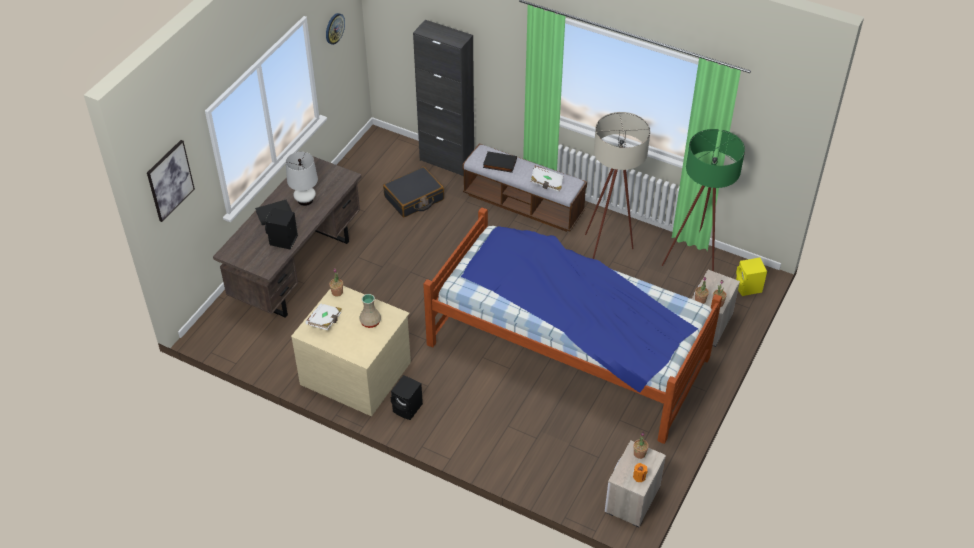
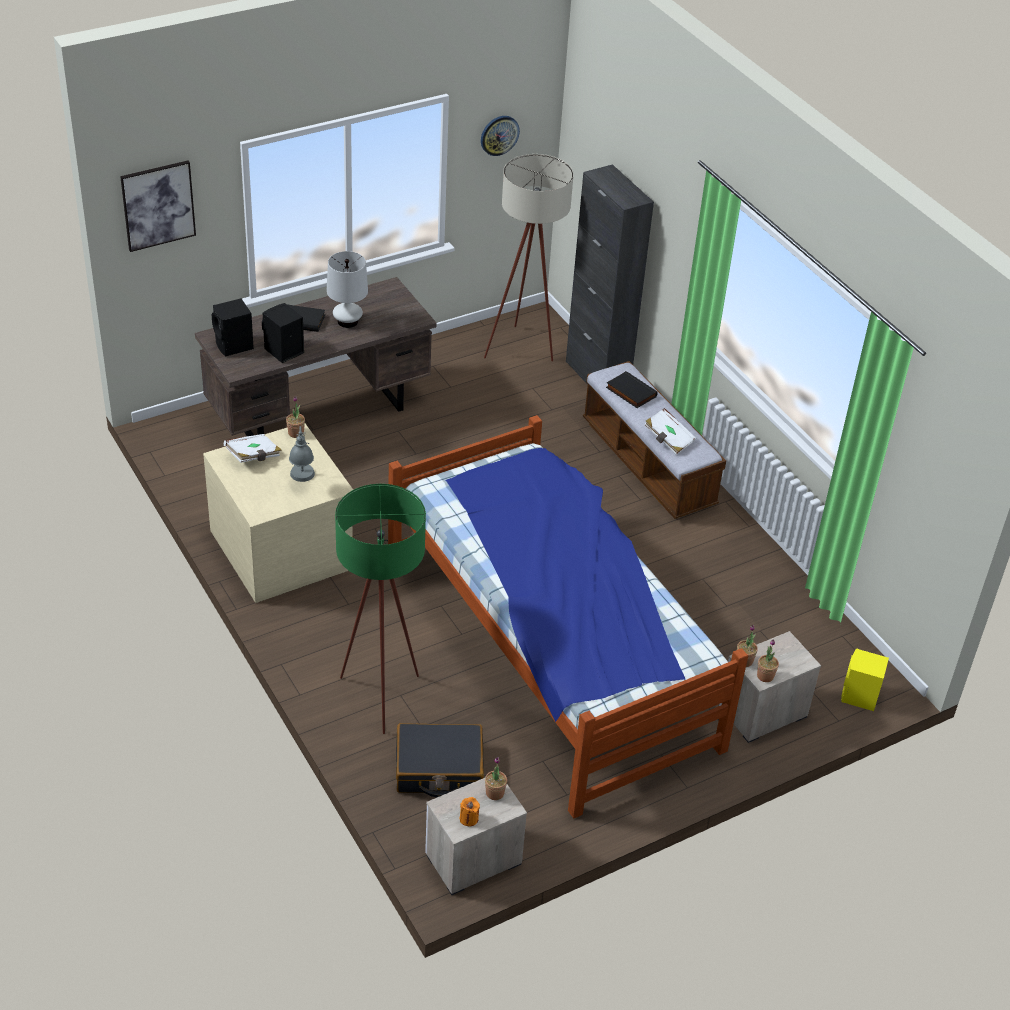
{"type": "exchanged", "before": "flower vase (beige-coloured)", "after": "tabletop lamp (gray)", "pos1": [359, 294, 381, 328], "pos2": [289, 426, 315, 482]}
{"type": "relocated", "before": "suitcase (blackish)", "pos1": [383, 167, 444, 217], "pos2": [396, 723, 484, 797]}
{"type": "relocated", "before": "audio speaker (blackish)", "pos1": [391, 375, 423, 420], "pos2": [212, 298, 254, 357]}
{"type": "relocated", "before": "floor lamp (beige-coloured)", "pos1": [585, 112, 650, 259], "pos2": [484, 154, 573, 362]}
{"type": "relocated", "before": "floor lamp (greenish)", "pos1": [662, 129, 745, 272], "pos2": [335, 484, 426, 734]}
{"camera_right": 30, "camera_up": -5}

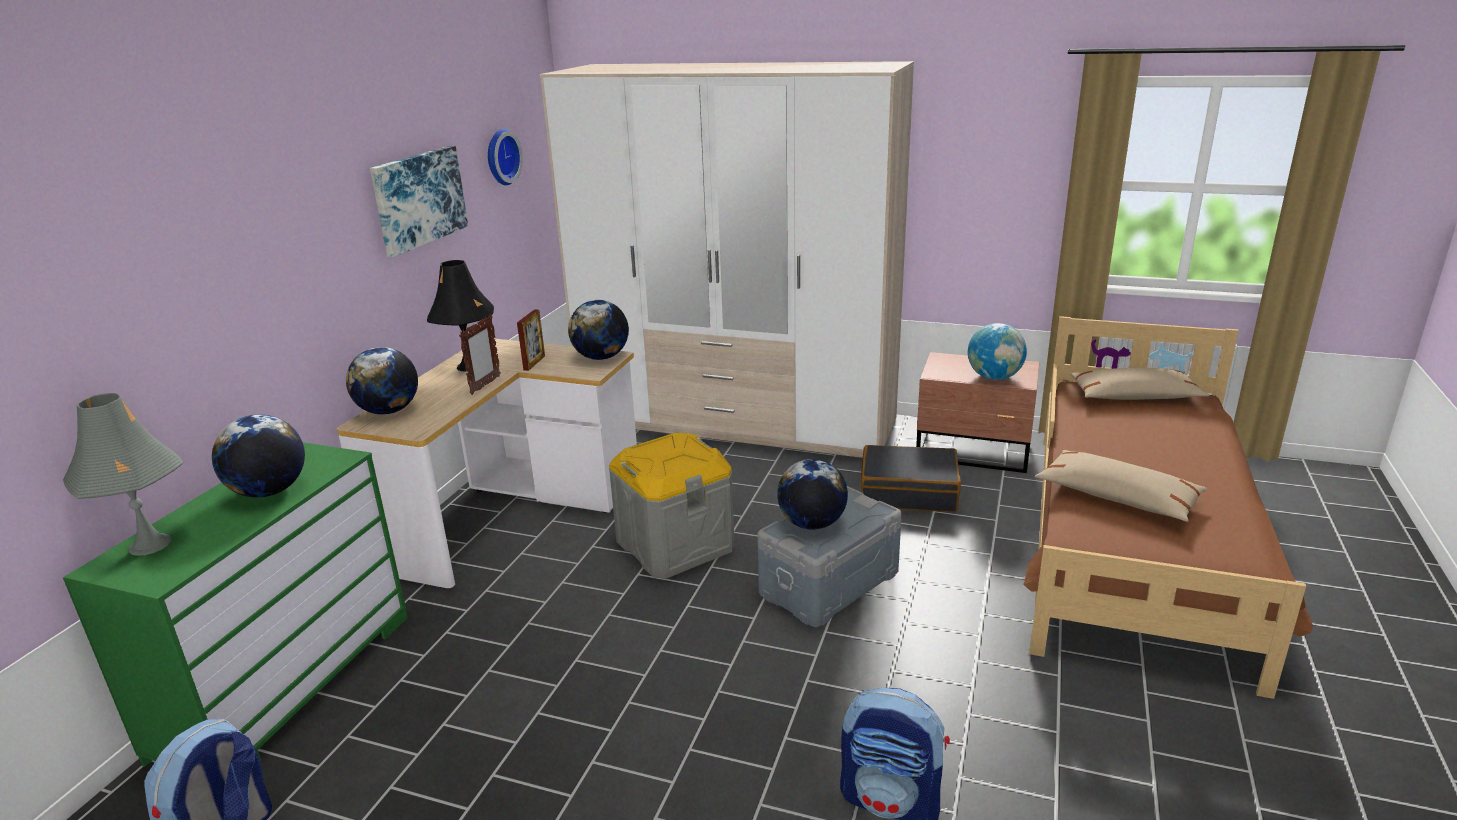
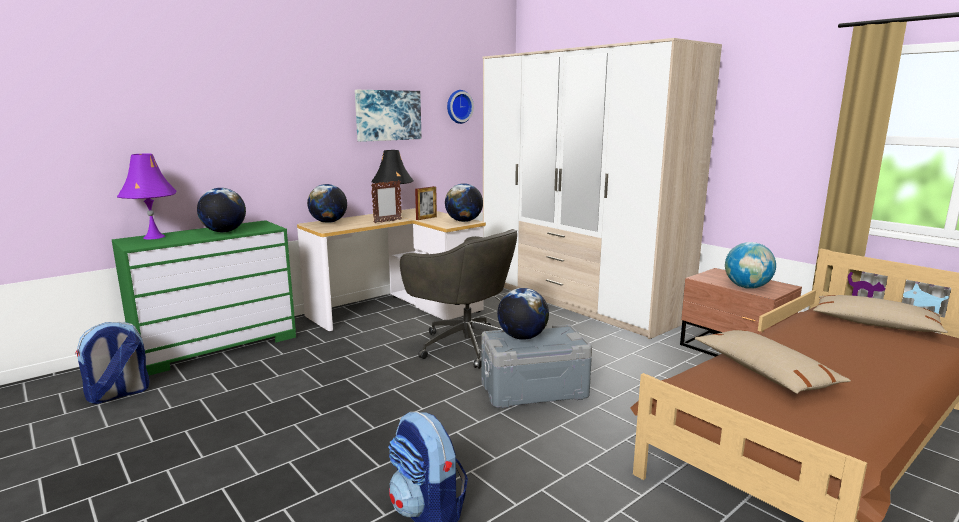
{"type": "colour", "before": "tabletop lamp (gray)", "after": "tabletop lamp (purple)", "pos1": [63, 393, 183, 556], "pos2": [117, 154, 177, 239]}
{"type": "exchanged", "before": "storage bin (gray)", "after": "office chair (gray)", "pos1": [609, 433, 734, 579], "pos2": [400, 229, 517, 369]}
{"type": "missing", "before": "suitcase (blackish)", "pos1": [861, 445, 961, 512]}
{"camera_right": 30, "camera_up": -10}

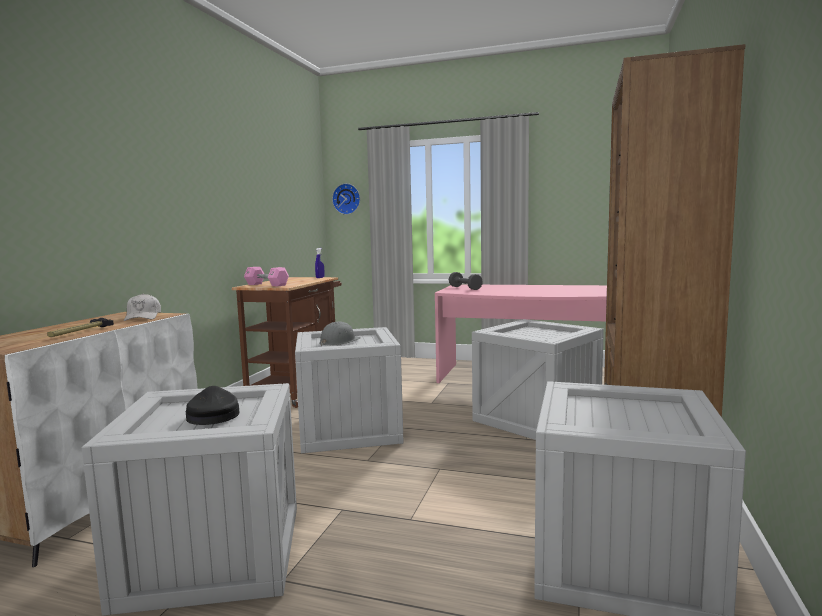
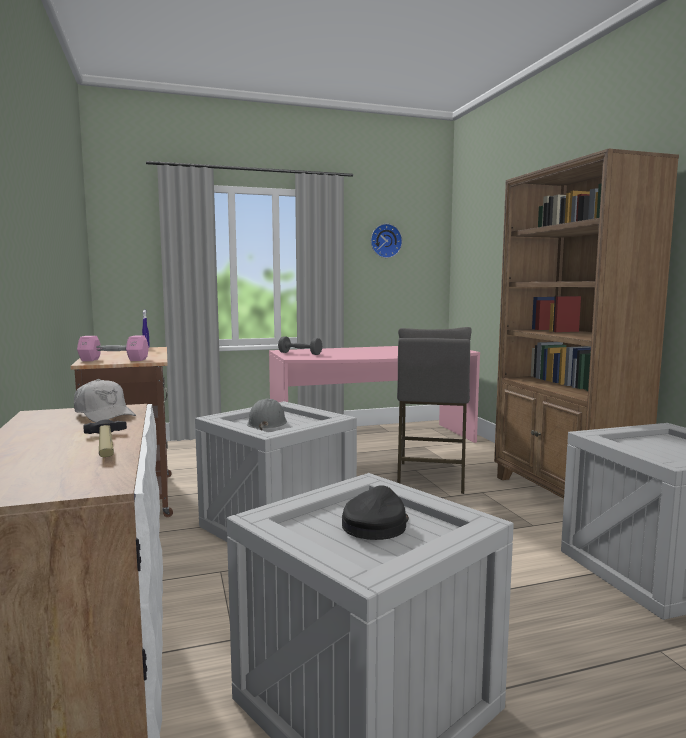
{"type": "spun", "before": "peaked cap (blackish)", "pos1": [186, 386, 239, 425], "pos2": [342, 485, 409, 540], "turn": 75}
{"type": "relocated", "before": "clock on the wall", "pos1": [332, 183, 360, 215], "pos2": [371, 224, 402, 258]}
{"type": "exchanged", "before": "crate", "after": "stool (gray)", "pos1": [472, 319, 604, 440], "pos2": [397, 327, 471, 494]}
{"camera_right": -35, "camera_up": 0}

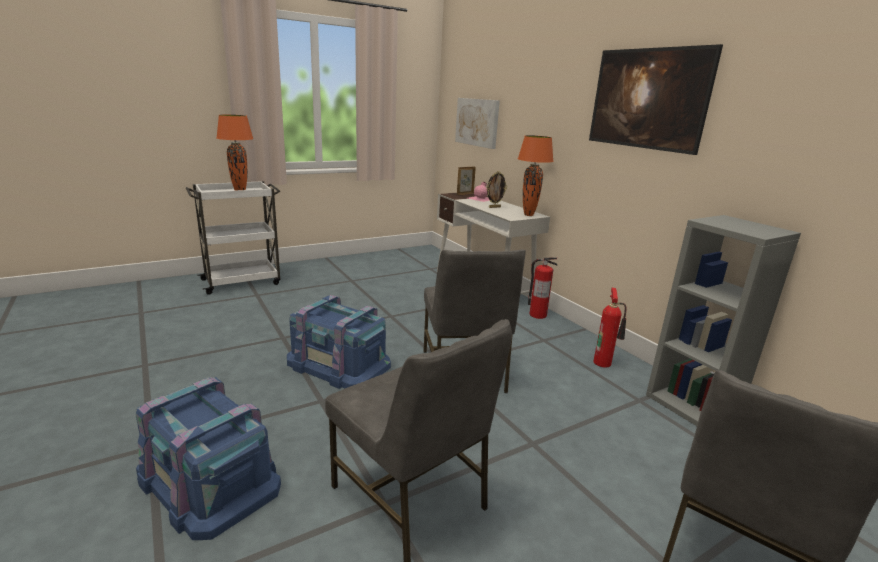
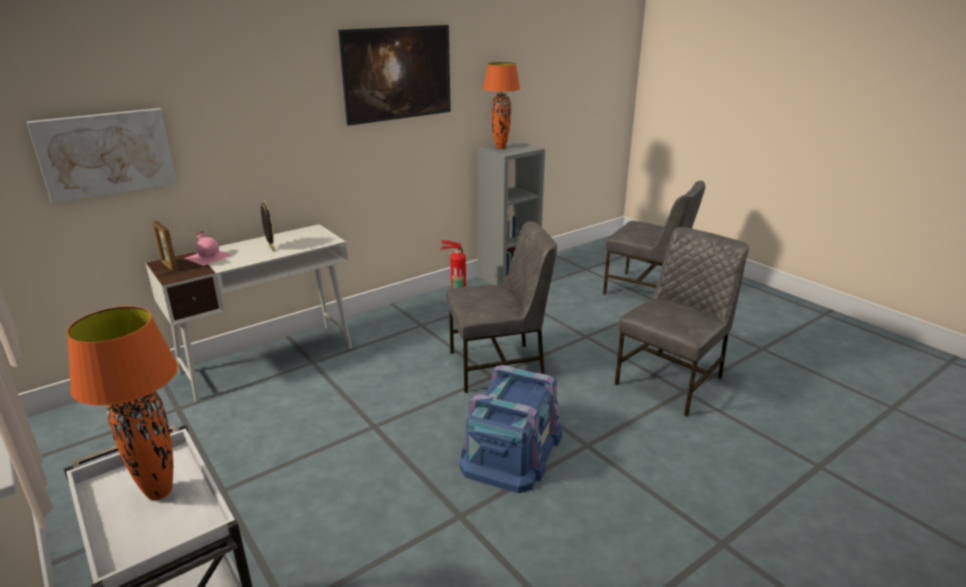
{"type": "missing", "before": "storage bin (bluish)", "pos1": [136, 377, 281, 540]}
{"type": "relocated", "before": "tabletop lamp (orange)", "pos1": [518, 135, 554, 216], "pos2": [483, 62, 520, 149]}
{"type": "missing", "before": "extinguisher", "pos1": [528, 257, 557, 319]}
{"camera_right": -95, "camera_up": 5}

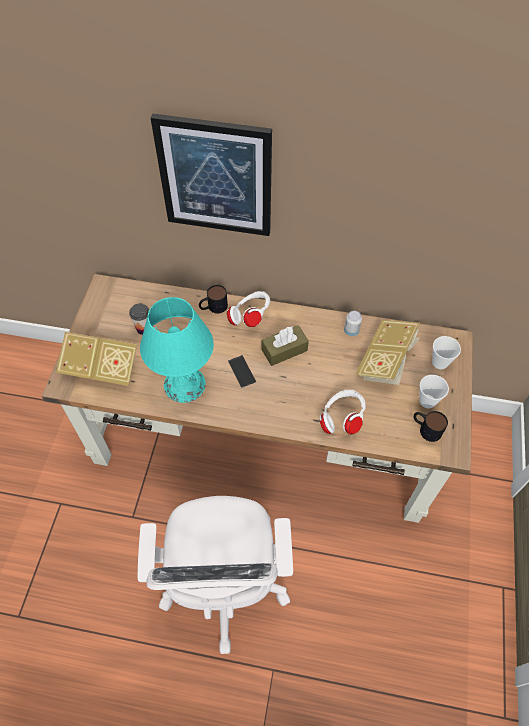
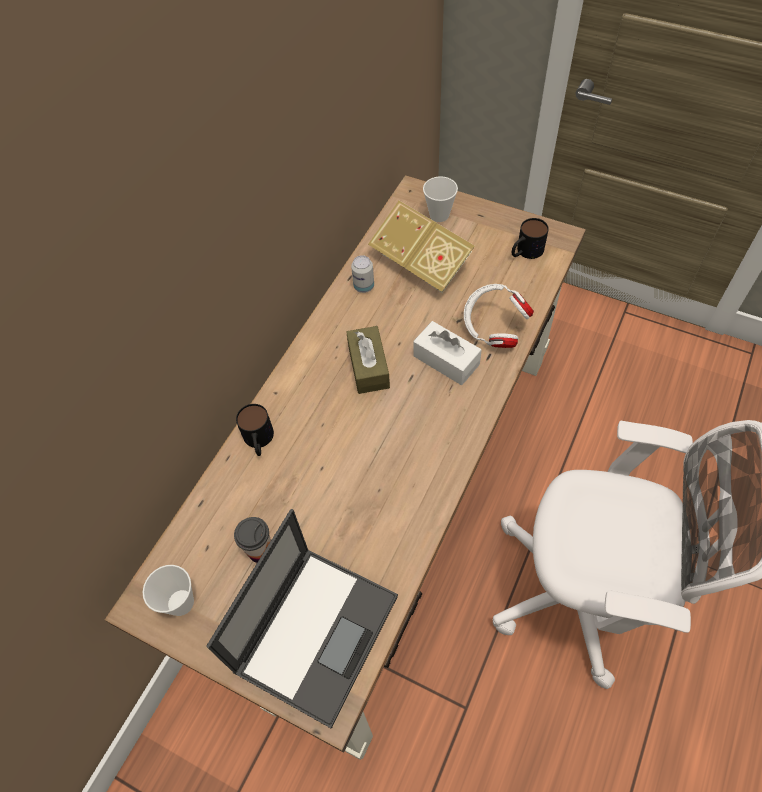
{"type": "exchanged", "before": "volume", "after": "portable computer", "pos1": [56, 332, 137, 386], "pos2": [206, 509, 398, 728]}
{"type": "missing", "before": "tabletop lamp (blue-green)", "pos1": [140, 297, 214, 403]}
{"type": "missing", "before": "wall art", "pos1": [151, 113, 272, 236]}
{"type": "missing", "before": "headphones (whitish)", "pos1": [227, 291, 270, 327]}
{"type": "missing", "before": "phone", "pos1": [228, 355, 256, 388]}
{"type": "relocated", "before": "cup", "pos1": [420, 375, 449, 408], "pos2": [142, 565, 194, 616]}
{"type": "appeared", "after": "tissue box (whitish)", "pos2": [413, 321, 482, 385]}
{"camera_right": -70, "camera_up": 0}

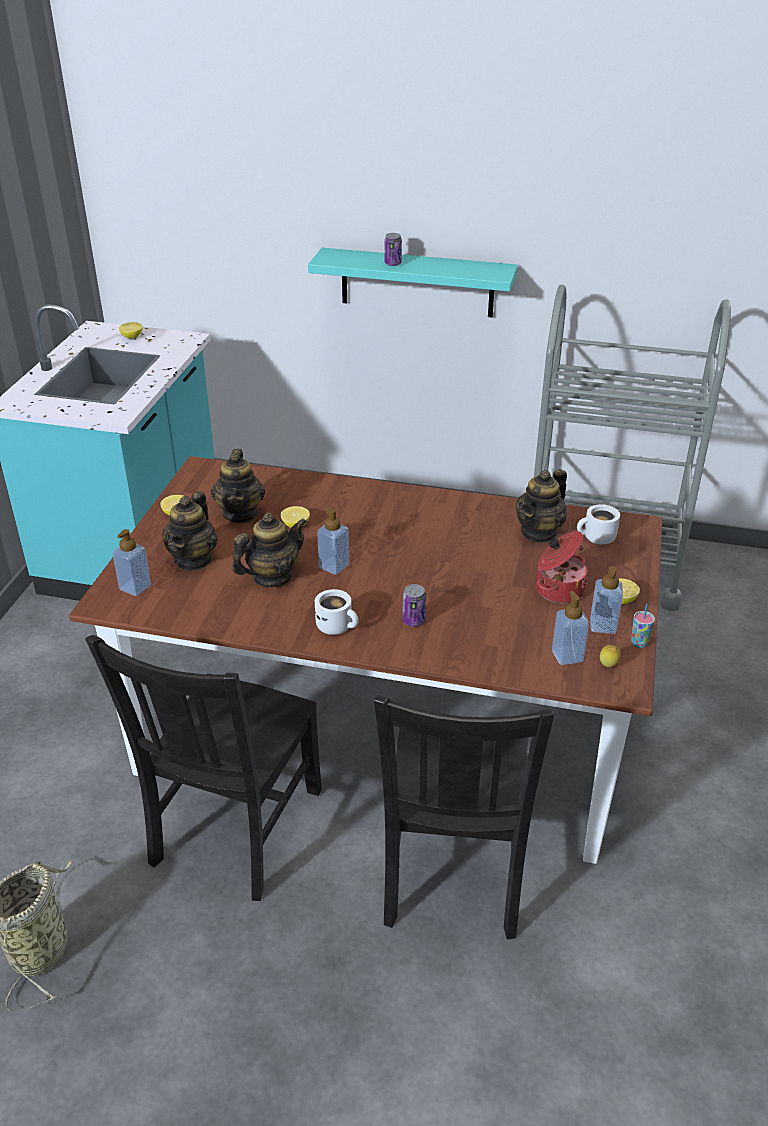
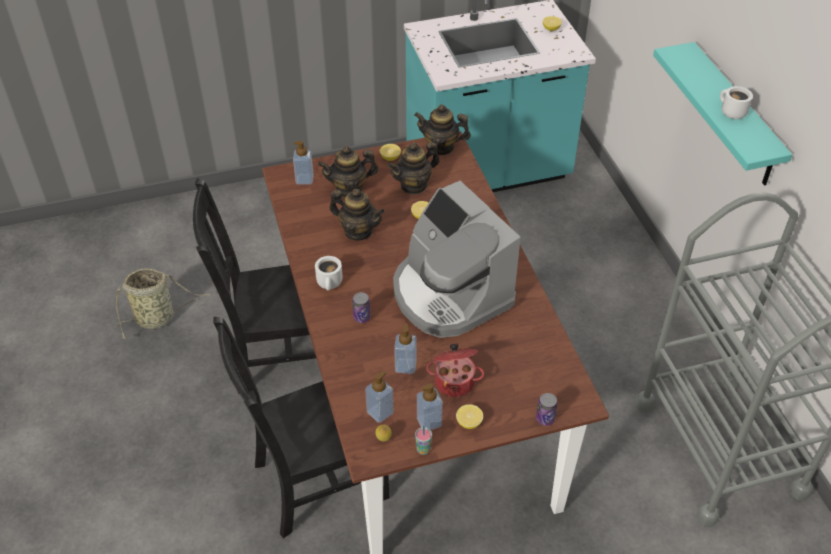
{"type": "relocated", "before": "liquid soap bottle", "pos1": [317, 507, 349, 575], "pos2": [394, 323, 417, 374]}
{"type": "relocated", "before": "sealed can", "pos1": [385, 233, 402, 266], "pos2": [536, 393, 558, 426]}
{"type": "relocated", "before": "teapot", "pos1": [516, 469, 567, 543], "pos2": [414, 105, 471, 155]}
{"type": "relocated", "before": "mug (whitish)", "pos1": [577, 504, 620, 544], "pos2": [720, 86, 753, 119]}
{"type": "appeared", "after": "coffee machine", "pos2": [393, 181, 520, 338]}
{"camera_right": 60, "camera_up": 10}

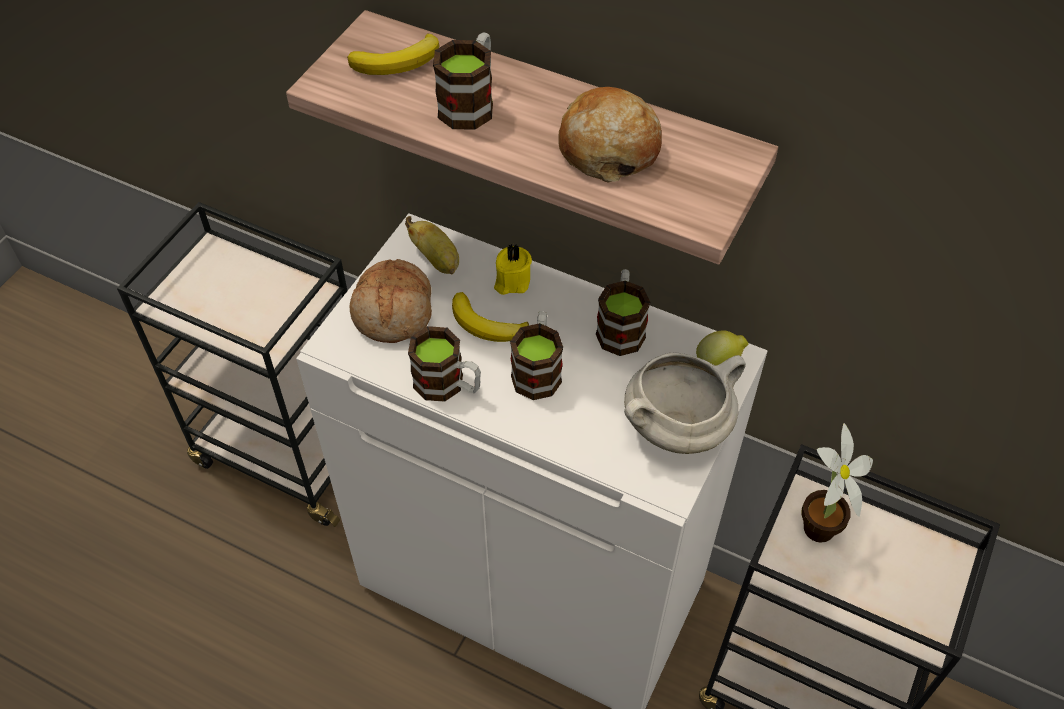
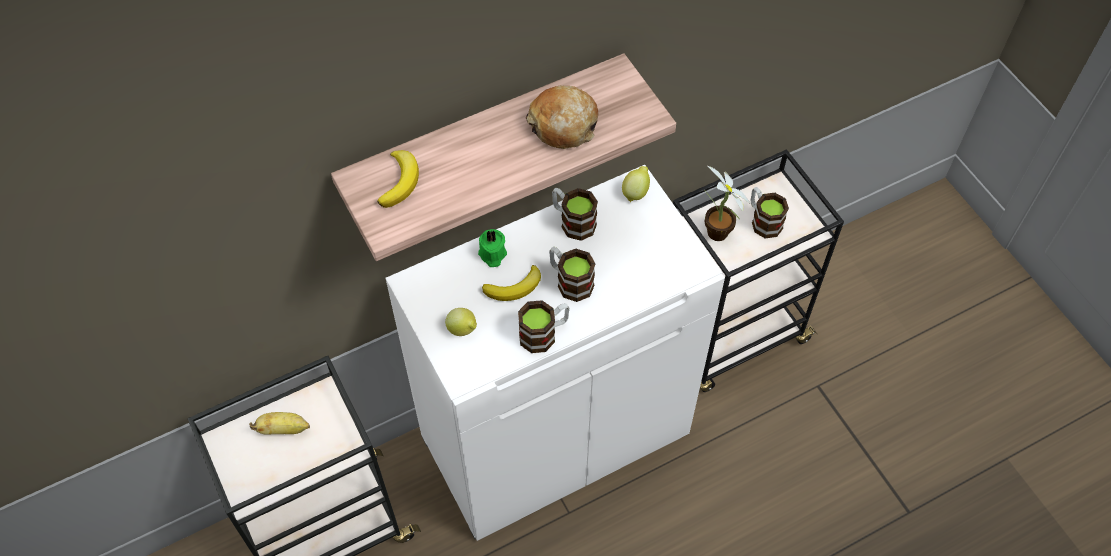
{"type": "exchanged", "before": "bakery bread", "after": "whole lemon", "pos1": [349, 259, 432, 343], "pos2": [445, 308, 477, 336]}
{"type": "relocated", "before": "banana fruit", "pos1": [405, 216, 459, 274], "pos2": [249, 412, 310, 435]}
{"type": "relocated", "before": "mug", "pos1": [433, 33, 493, 130], "pos2": [751, 187, 789, 238]}
{"type": "colour", "before": "wax candle (yellow-coloured)", "after": "wax candle (greenish)", "pos1": [494, 244, 532, 295], "pos2": [478, 229, 507, 267]}
{"type": "missing", "before": "cooking pot (whitish)", "pos1": [624, 353, 746, 454]}
{"camera_right": -55, "camera_up": 5}

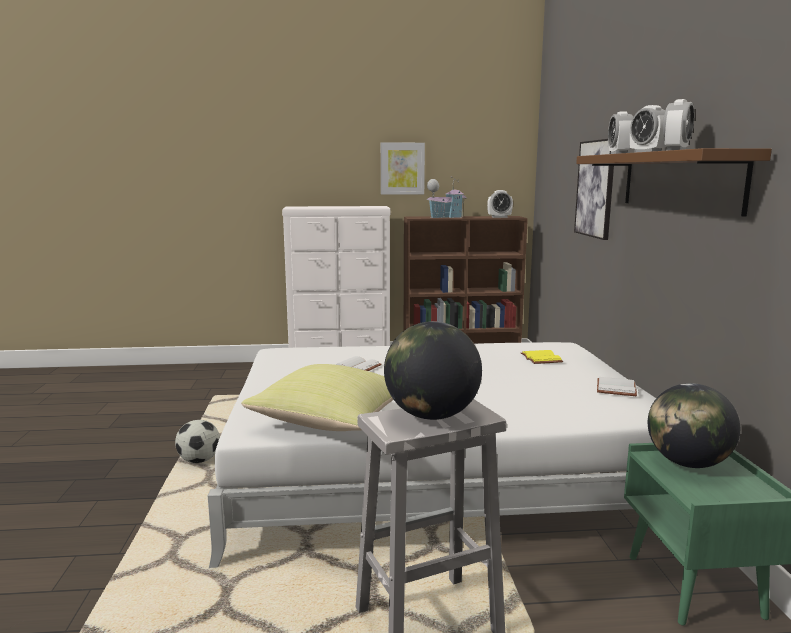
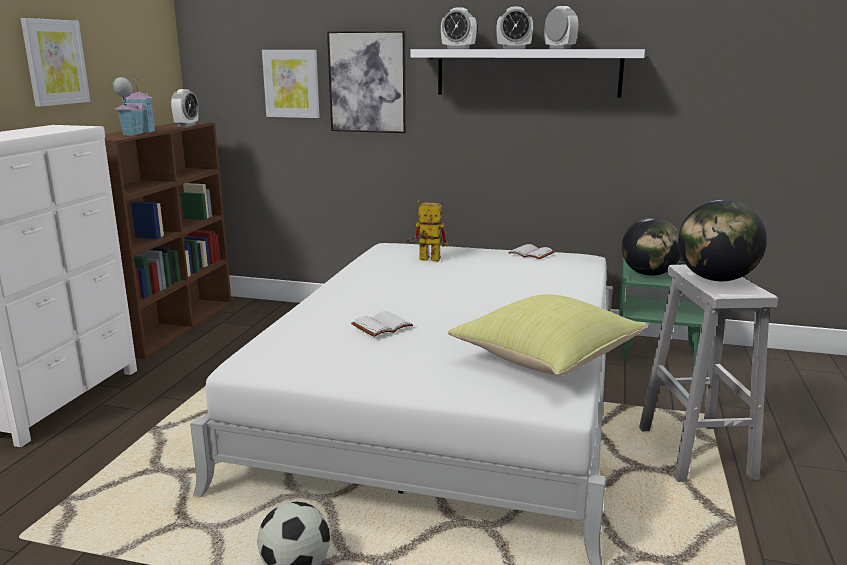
{"type": "exchanged", "before": "volume (yellow-coloured)", "after": "toy robot", "pos1": [521, 350, 563, 364], "pos2": [407, 200, 448, 261]}
{"type": "colour", "before": "bracket shelf (brownish)", "after": "bracket shelf (whitish)", "pos1": [576, 148, 772, 217], "pos2": [410, 49, 645, 98]}
{"type": "appeared", "after": "wall art", "pos2": [262, 50, 320, 118]}
{"camera_right": -70, "camera_up": 5}

